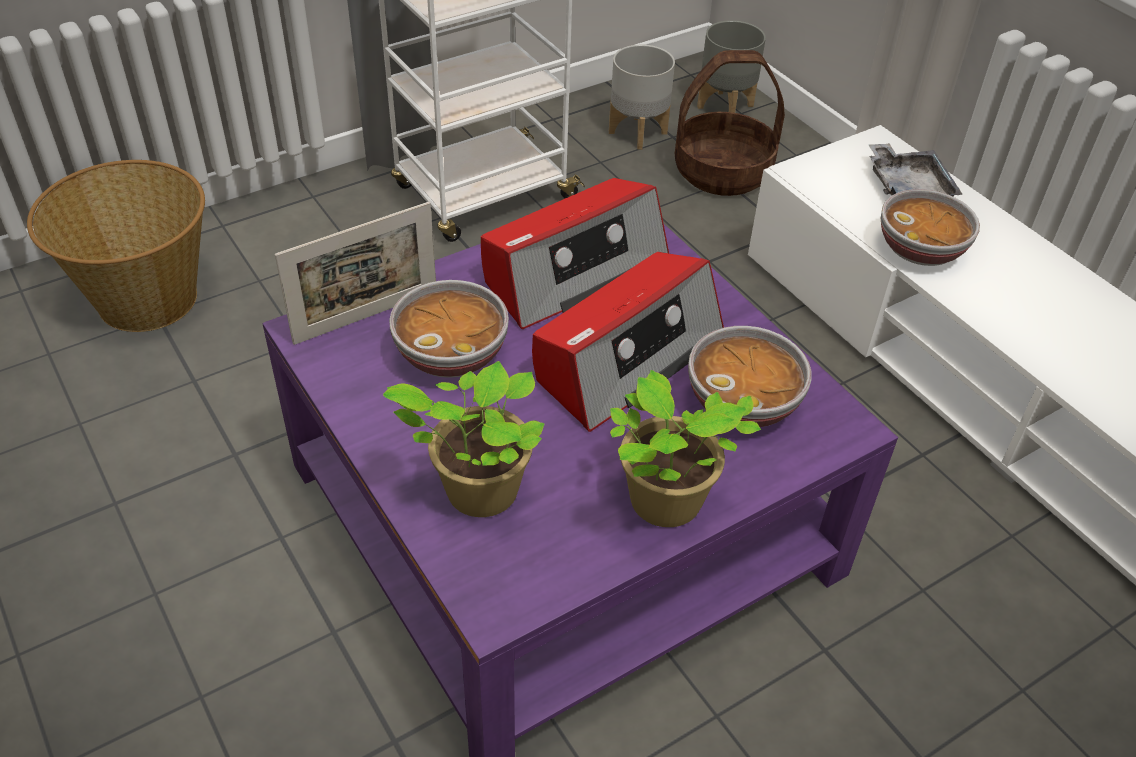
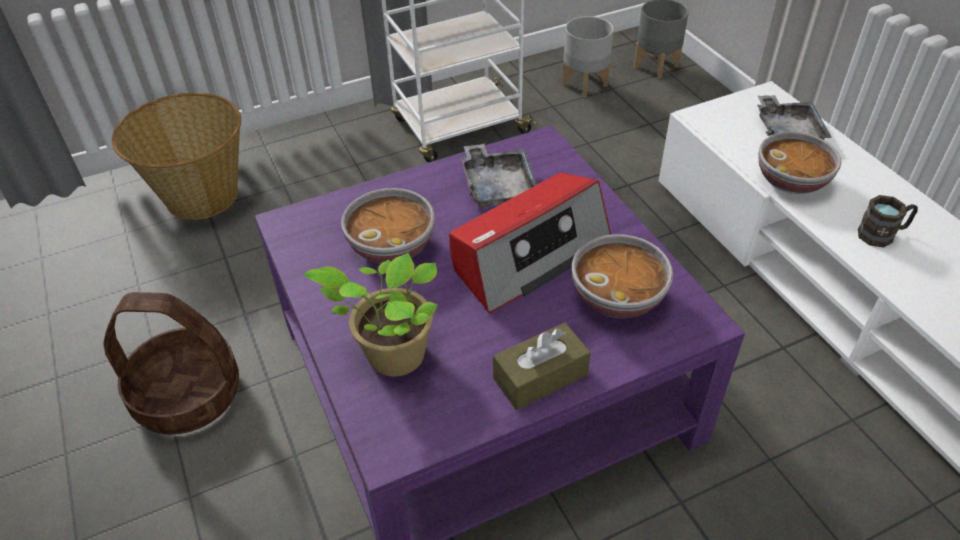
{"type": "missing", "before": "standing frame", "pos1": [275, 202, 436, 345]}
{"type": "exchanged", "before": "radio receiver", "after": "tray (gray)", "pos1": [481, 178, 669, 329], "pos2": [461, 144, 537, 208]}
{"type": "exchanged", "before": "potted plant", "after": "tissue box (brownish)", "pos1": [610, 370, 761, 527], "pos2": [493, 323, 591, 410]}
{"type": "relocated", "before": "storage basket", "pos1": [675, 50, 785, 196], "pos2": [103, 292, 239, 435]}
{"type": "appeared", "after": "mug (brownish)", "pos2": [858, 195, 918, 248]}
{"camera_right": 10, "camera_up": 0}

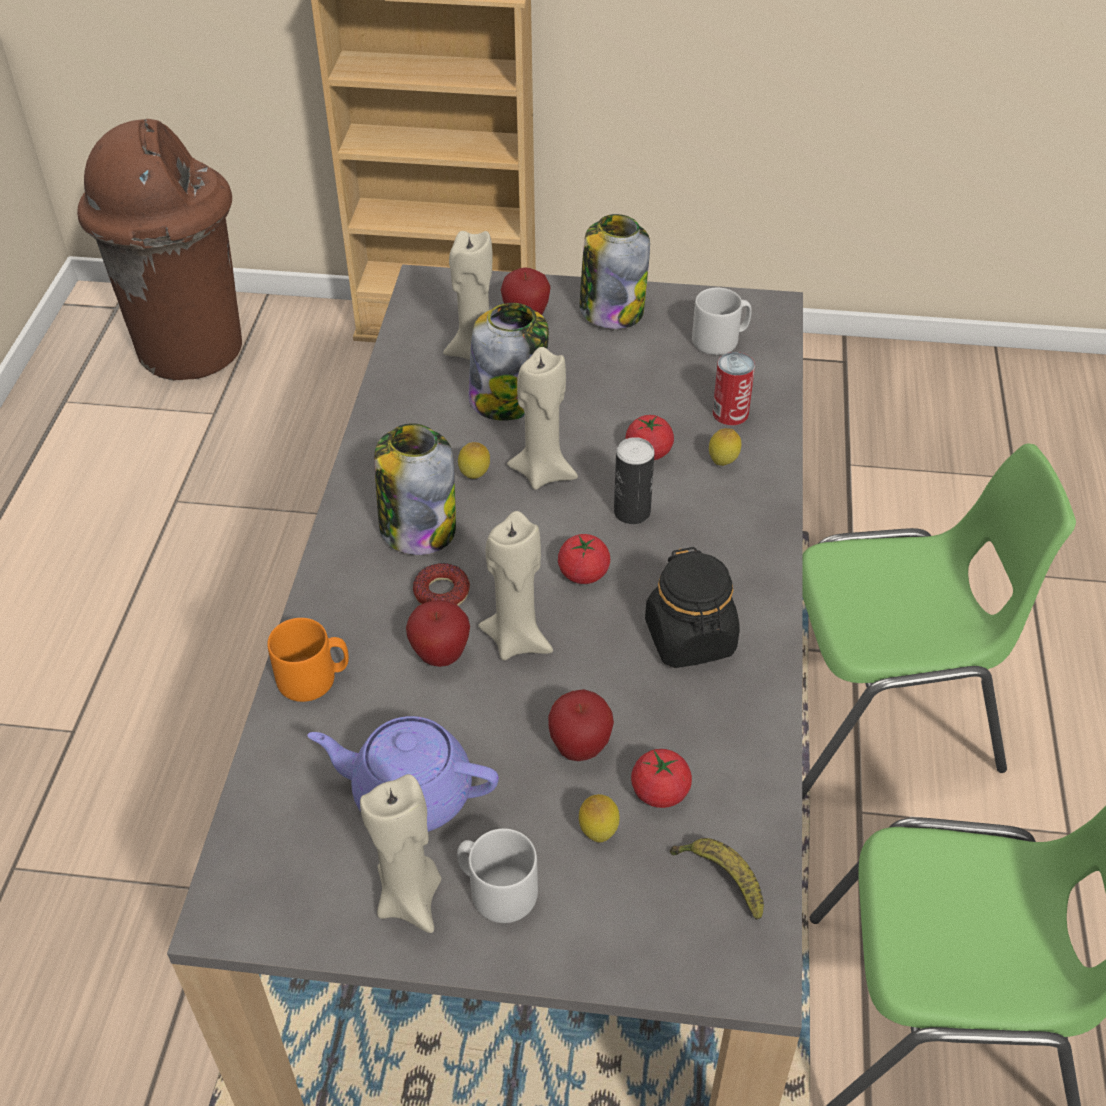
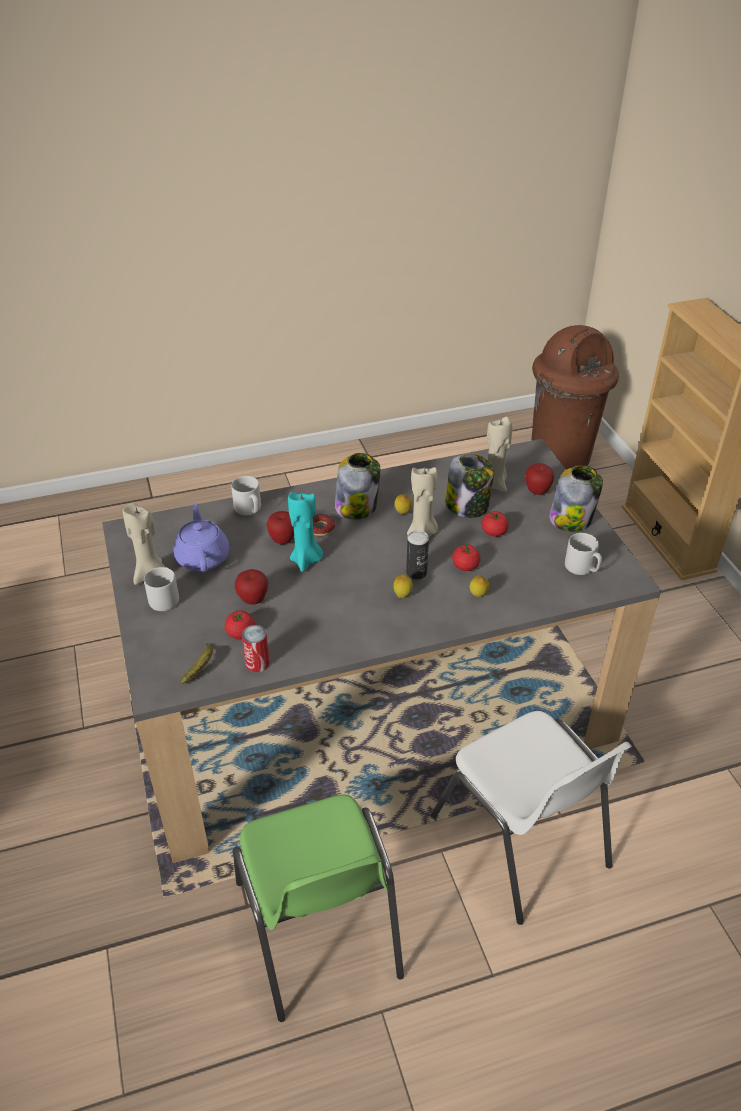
{"type": "colour", "before": "mug (orange)", "after": "mug (gray)", "pos1": [267, 618, 349, 702], "pos2": [231, 476, 261, 515]}
{"type": "colour", "before": "wax candle (beige-coloured)", "after": "wax candle (blue-green)", "pos1": [478, 511, 553, 660], "pos2": [288, 492, 323, 572]}
{"type": "relocated", "before": "whole tomato", "pos1": [558, 534, 610, 584], "pos2": [481, 511, 509, 537]}
{"type": "relocated", "before": "whole lemon", "pos1": [579, 794, 620, 843], "pos2": [393, 574, 413, 598]}
{"type": "missing", "before": "storage jar (blackish)", "pos1": [645, 547, 740, 668]}
{"type": "relocated", "before": "sealed can", "pos1": [713, 352, 755, 425], "pos2": [242, 625, 270, 672]}
{"type": "colour", "before": "chair (greenish)", "after": "chair (whitish)", "pos1": [802, 444, 1076, 799], "pos2": [431, 711, 632, 925]}
{"camera_right": 65, "camera_up": -5}

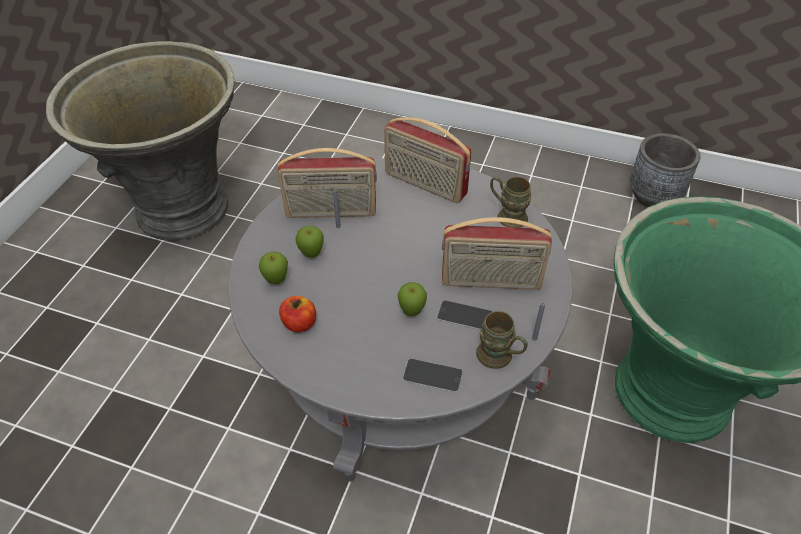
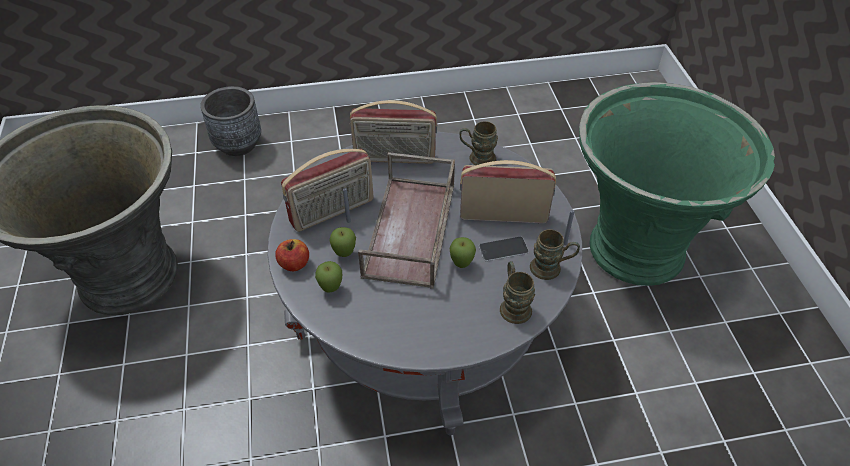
{"type": "relocated", "before": "whole apple", "pos1": [279, 296, 316, 332], "pos2": [275, 239, 309, 271]}
{"type": "exchanged", "before": "phone", "after": "mug (brownish)", "pos1": [403, 359, 463, 392], "pos2": [500, 261, 535, 324]}
{"type": "spun", "before": "radio receiver", "pos1": [442, 217, 552, 290], "pos2": [460, 160, 556, 223], "turn": -150}
{"type": "relocated", "before": "flower pot (gray)", "pos1": [629, 133, 701, 207], "pos2": [200, 86, 261, 156]}
{"type": "appeared", "after": "tray (brownish)", "pos2": [358, 152, 455, 289]}
{"camera_right": -30, "camera_up": 0}

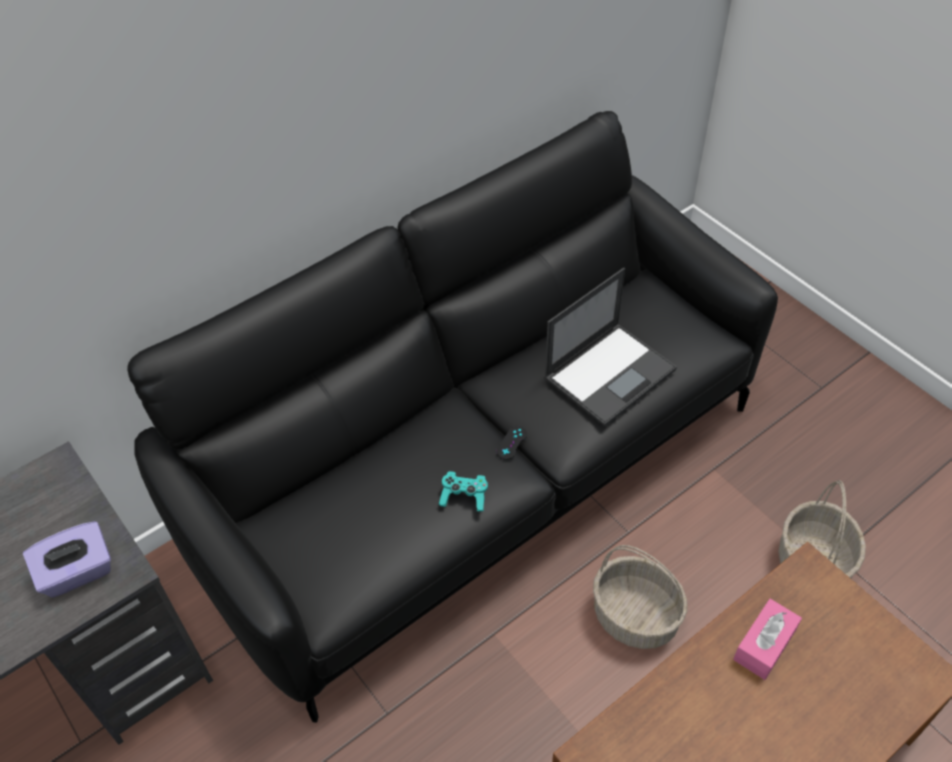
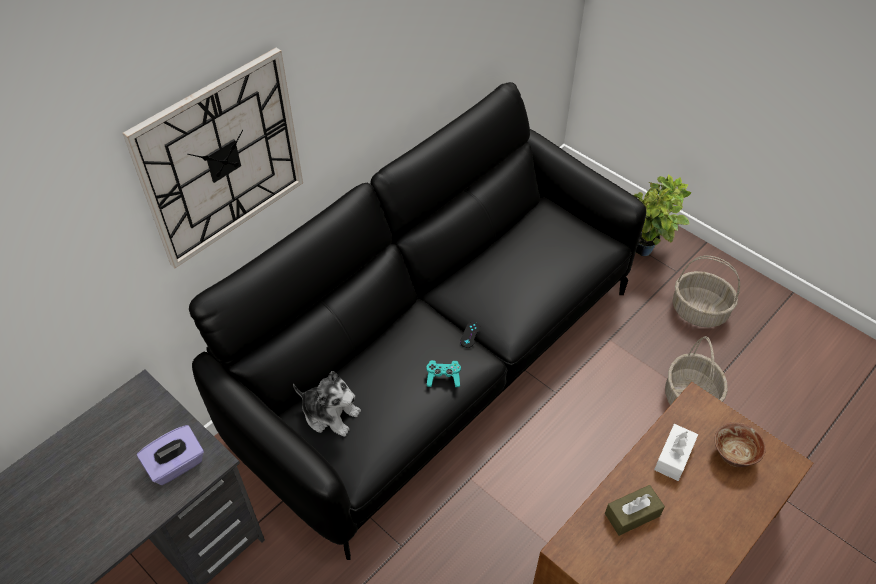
{"type": "missing", "before": "portable computer", "pos1": [544, 268, 677, 426]}
{"type": "relocated", "before": "storage basket", "pos1": [593, 545, 687, 649], "pos2": [672, 256, 740, 327]}
{"type": "colour", "before": "tissue box (pink)", "after": "tissue box (whitish)", "pos1": [733, 599, 802, 680], "pos2": [654, 424, 698, 481]}
{"type": "appeared", "after": "clock on the wall", "pos2": [123, 48, 303, 268]}
{"type": "appeared", "after": "soft toy", "pos2": [293, 371, 361, 437]}
{"type": "appeared", "after": "tissue box (brownish)", "pos2": [605, 485, 665, 536]}
{"type": "appeared", "after": "potted plant", "pos2": [633, 175, 692, 256]}
{"type": "appeared", "after": "bowl", "pos2": [714, 422, 766, 467]}
{"camera_right": -10, "camera_up": 0}

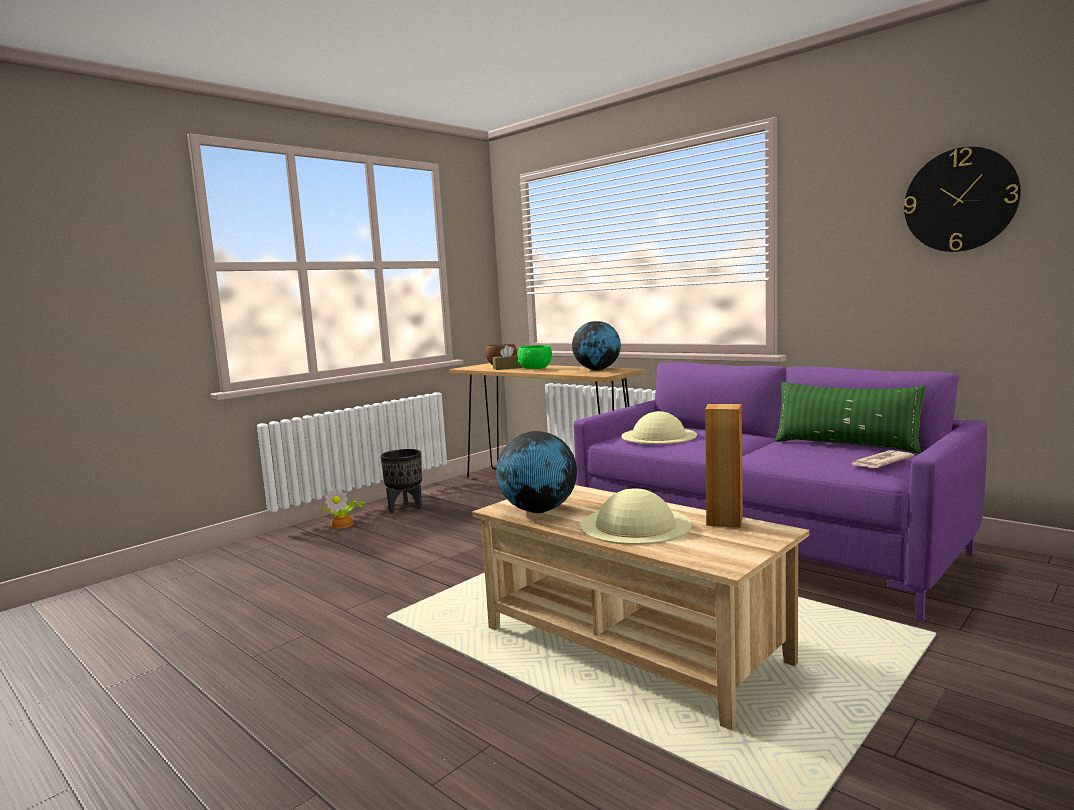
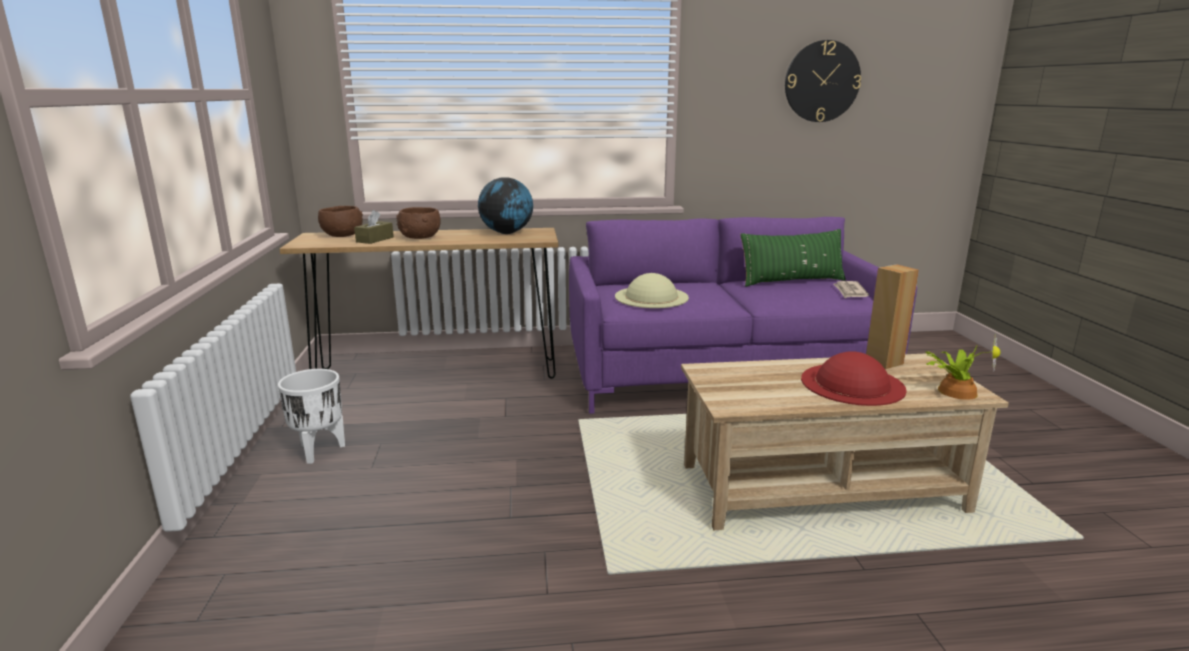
{"type": "relocated", "before": "potted plant", "pos1": [318, 488, 366, 529], "pos2": [926, 334, 1000, 400]}
{"type": "colour", "before": "flower pot (blackish)", "after": "flower pot (whitish)", "pos1": [381, 449, 422, 512], "pos2": [278, 369, 345, 464]}
{"type": "missing", "before": "world globe", "pos1": [496, 431, 577, 513]}
{"type": "colour", "before": "bowl (greenish)", "after": "bowl (brownish)", "pos1": [517, 345, 552, 369], "pos2": [396, 207, 441, 239]}
{"type": "colour", "before": "wearable hat (beige-coloured)", "after": "wearable hat (red)", "pos1": [580, 488, 692, 545], "pos2": [801, 351, 907, 406]}
{"camera_right": -50, "camera_up": 10}

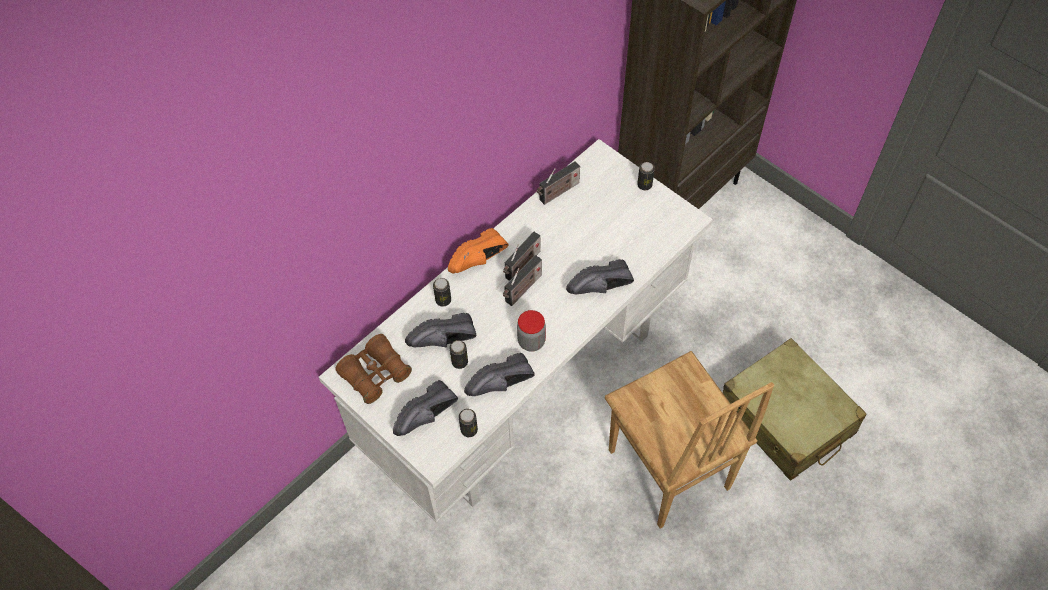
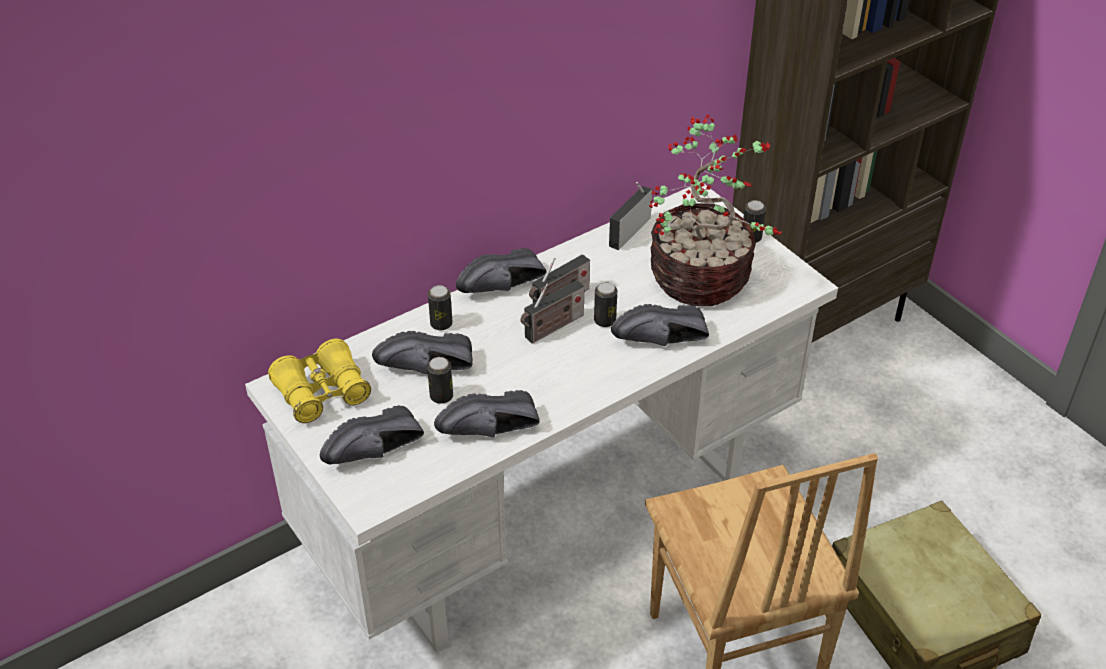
{"type": "colour", "before": "binoculars (brownish)", "after": "binoculars (yellow-coloured)", "pos1": [336, 334, 412, 404], "pos2": [268, 339, 371, 423]}
{"type": "colour", "before": "item of footwear (orange)", "after": "item of footwear (blackish)", "pos1": [448, 228, 509, 273], "pos2": [456, 248, 547, 293]}
{"type": "relocated", "before": "sealed can", "pos1": [459, 409, 478, 437], "pos2": [594, 282, 617, 327]}
{"type": "missing", "before": "storage jar", "pos1": [517, 310, 546, 352]}
{"type": "spun", "before": "radio receiver", "pos1": [537, 161, 580, 205], "pos2": [609, 182, 653, 250], "turn": 150}
{"type": "appeared", "after": "potted plant", "pos2": [649, 114, 782, 306]}
{"camera_right": 10, "camera_up": -15}

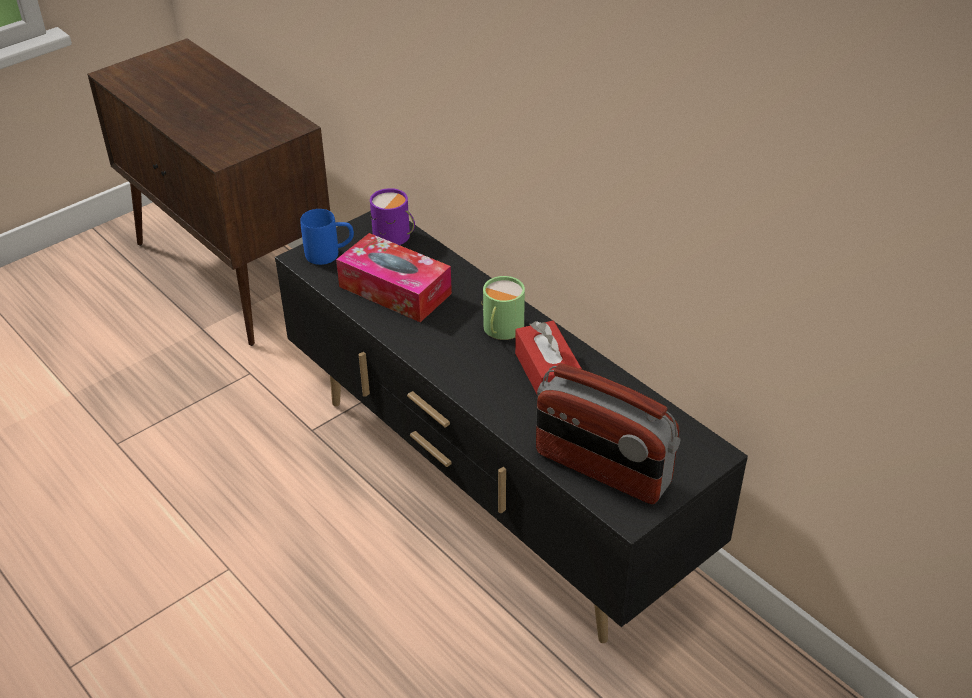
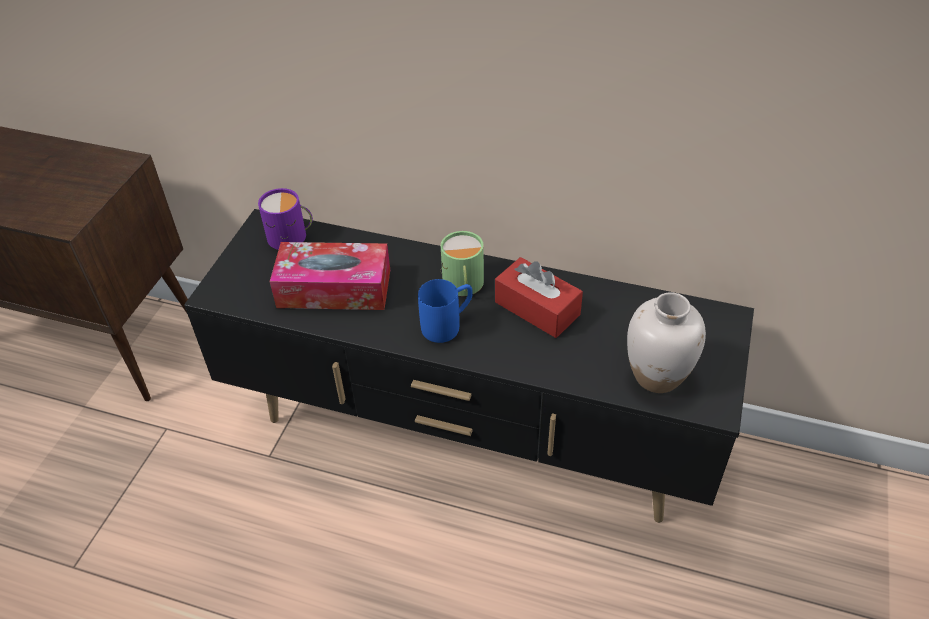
{"type": "relocated", "before": "mug (bluish)", "pos1": [300, 209, 354, 265], "pos2": [418, 279, 473, 343]}
{"type": "exchanged", "before": "radio receiver", "after": "flower vase (whitish)", "pos1": [536, 363, 681, 504], "pos2": [627, 292, 706, 393]}
{"camera_right": -30, "camera_up": 5}

